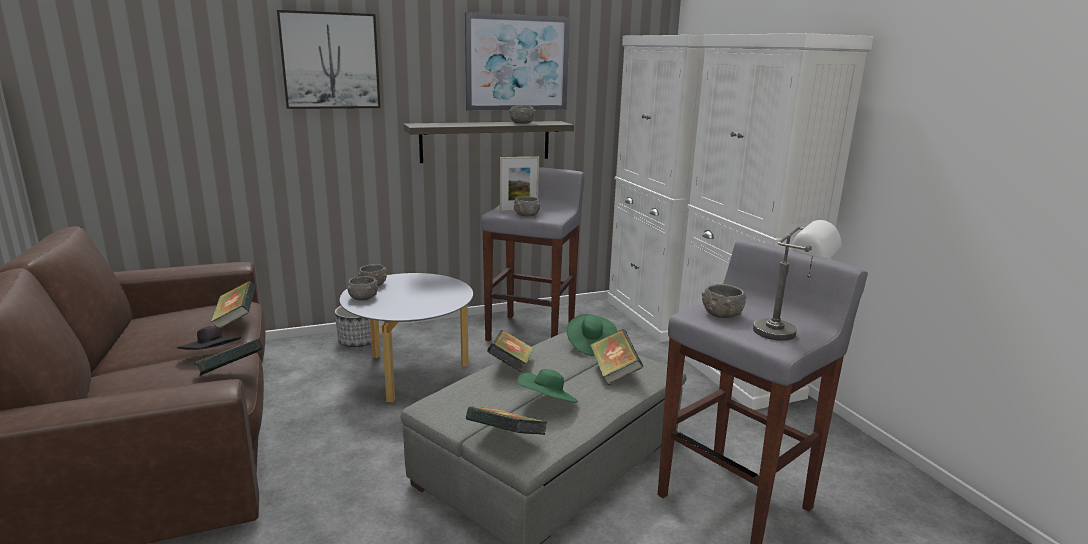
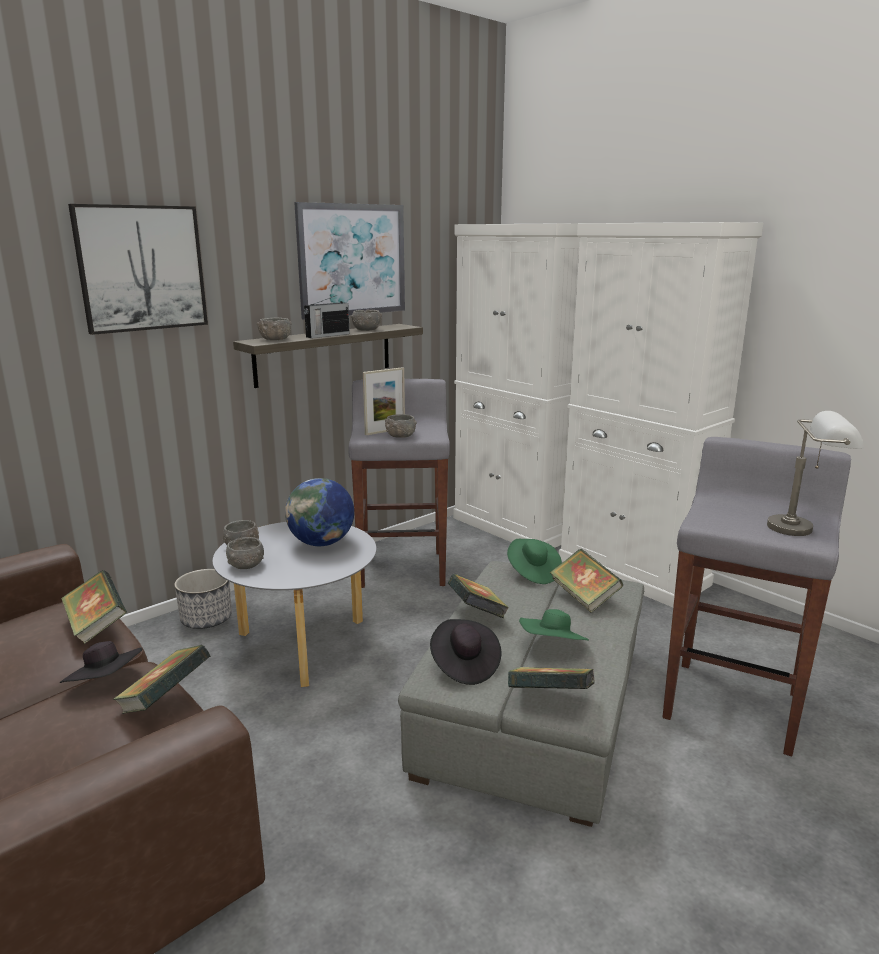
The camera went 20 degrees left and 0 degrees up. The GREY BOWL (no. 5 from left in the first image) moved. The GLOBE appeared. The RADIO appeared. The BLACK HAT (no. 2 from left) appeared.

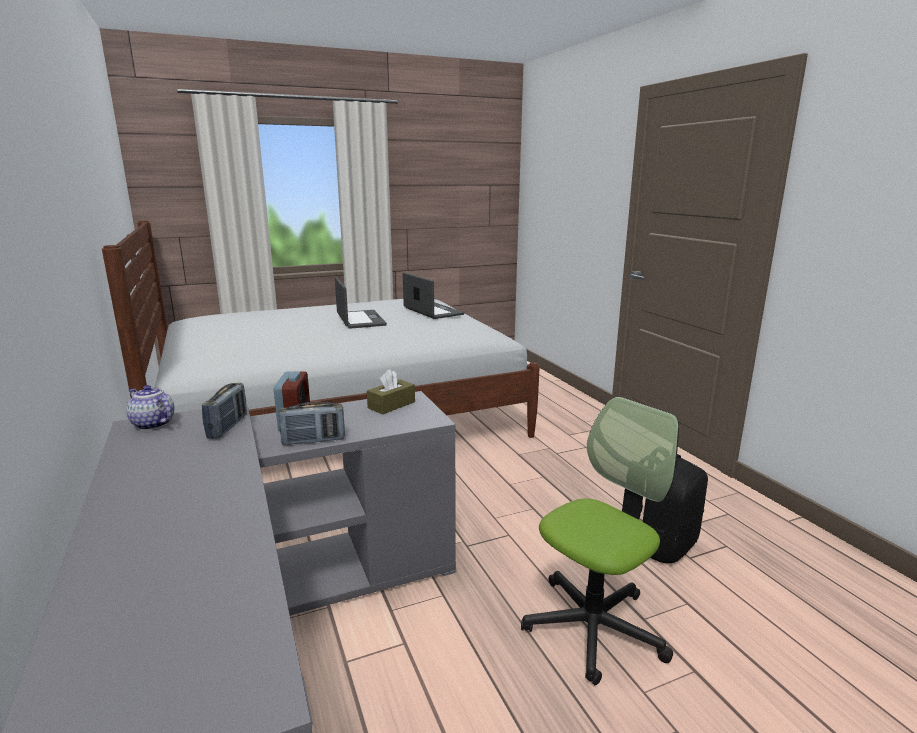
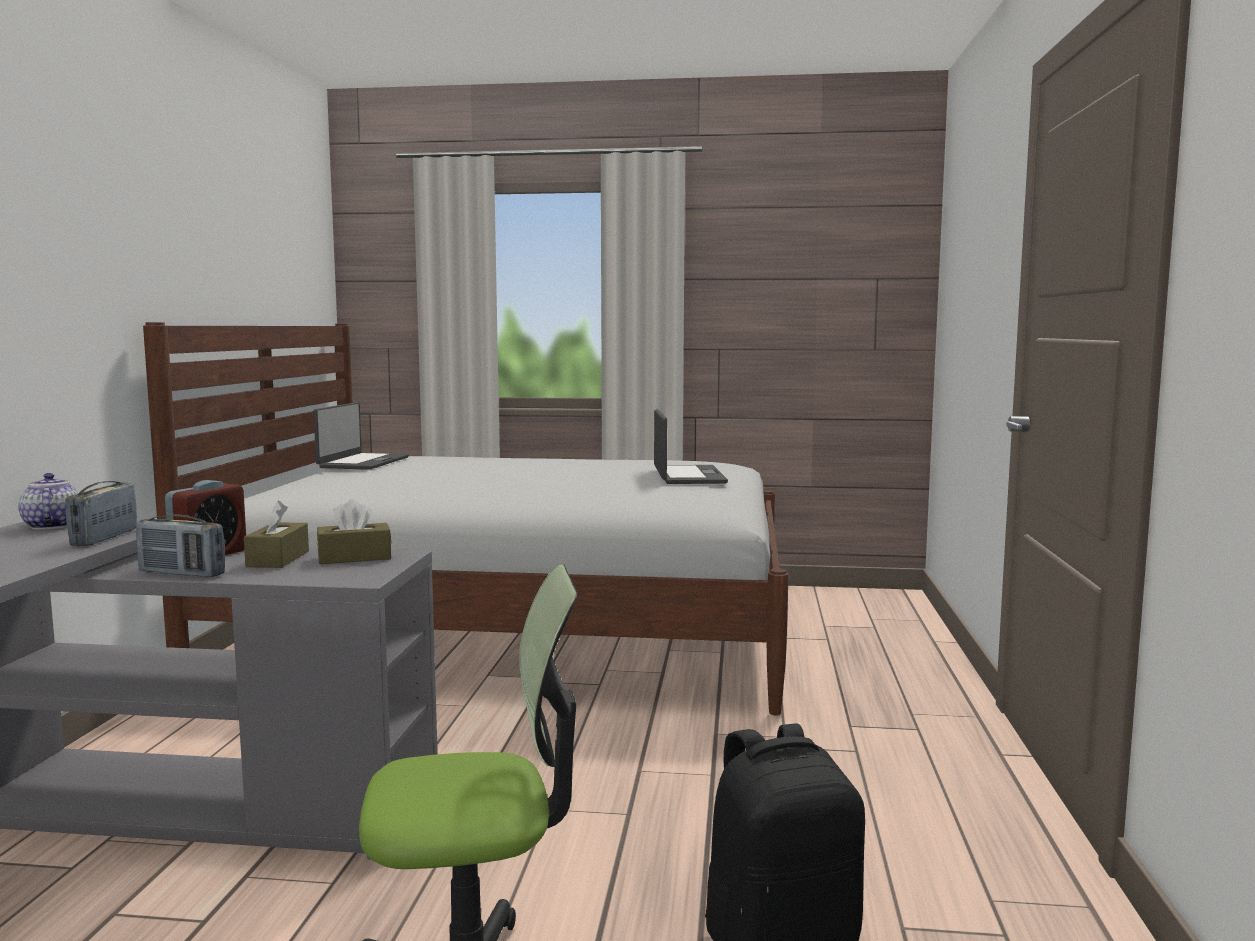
The camera went 30 degrees right and 10 degrees down. The RADIO (no. 1 from left) turned 150 degrees clockwise. The LAPTOP (no. 1 from left) moved. The BROWN TISSUE BOX (no. 1 from left) appeared.

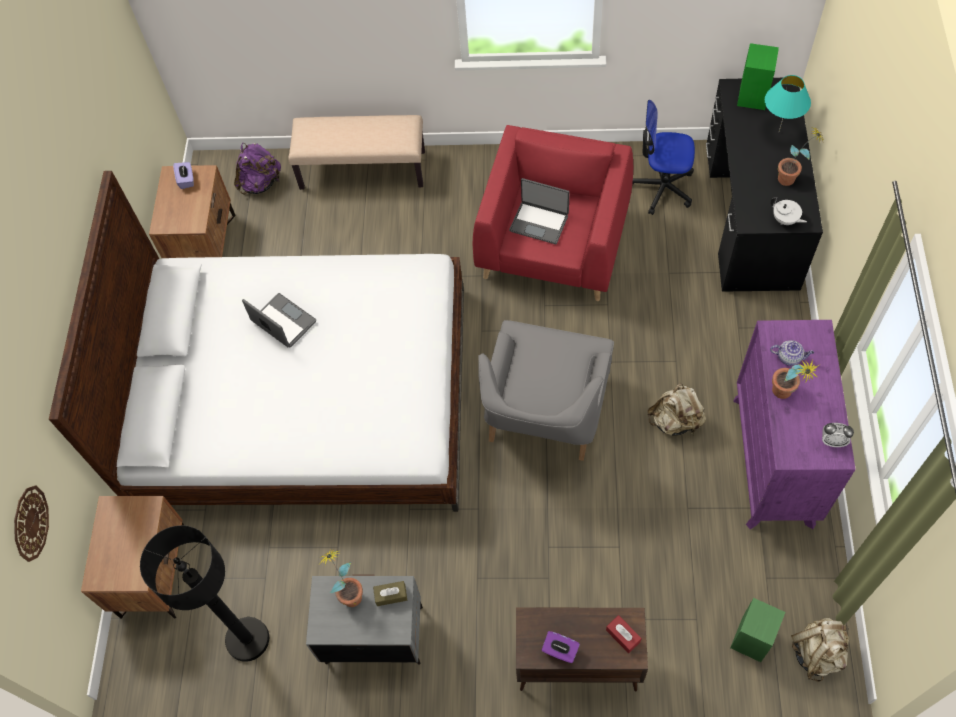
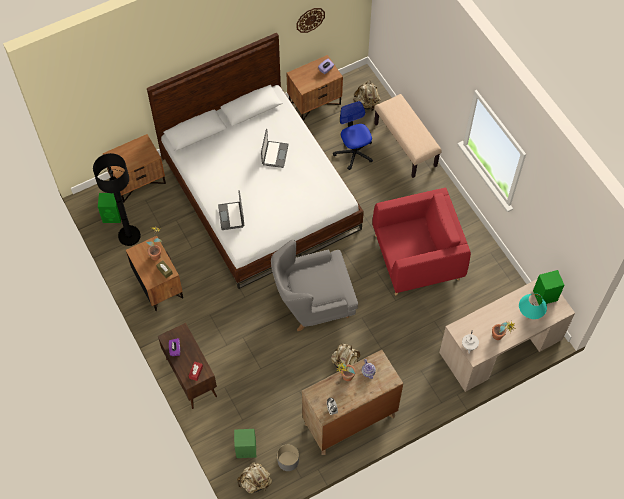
The camera went 55 degrees right and 0 degrees up. The WALL CLOCK moved. The PURPLE BACKPACK became the BEIGE BACKPACK (no. 3 from left). The GREY NIGHTSTAND became the BROWN NIGHTSTAND (no. 2 from left). The LAPTOP (no. 2 from left in the first image) moved. The OFFICE CHAIR moved. The BLACK DESK became the BEIGE DESK. The PURPLE DRESSER became the BROWN DRESSER. The GREEN SPEAKER (no. 1 from left) appeared. The GREY PLANTER appeared.

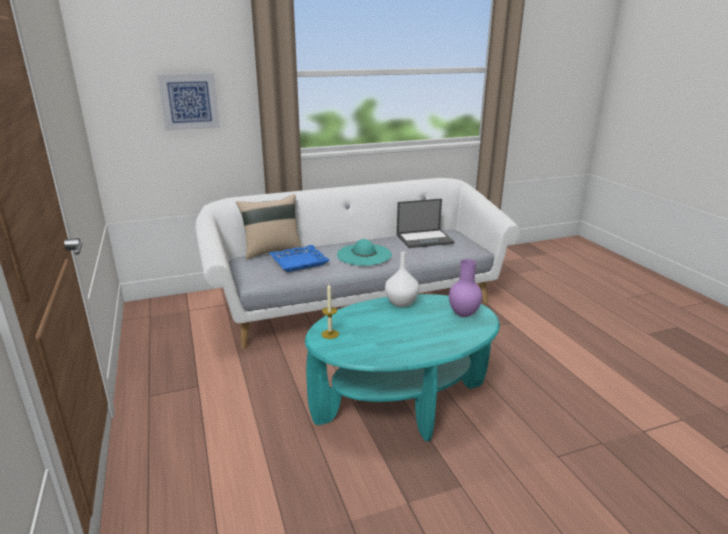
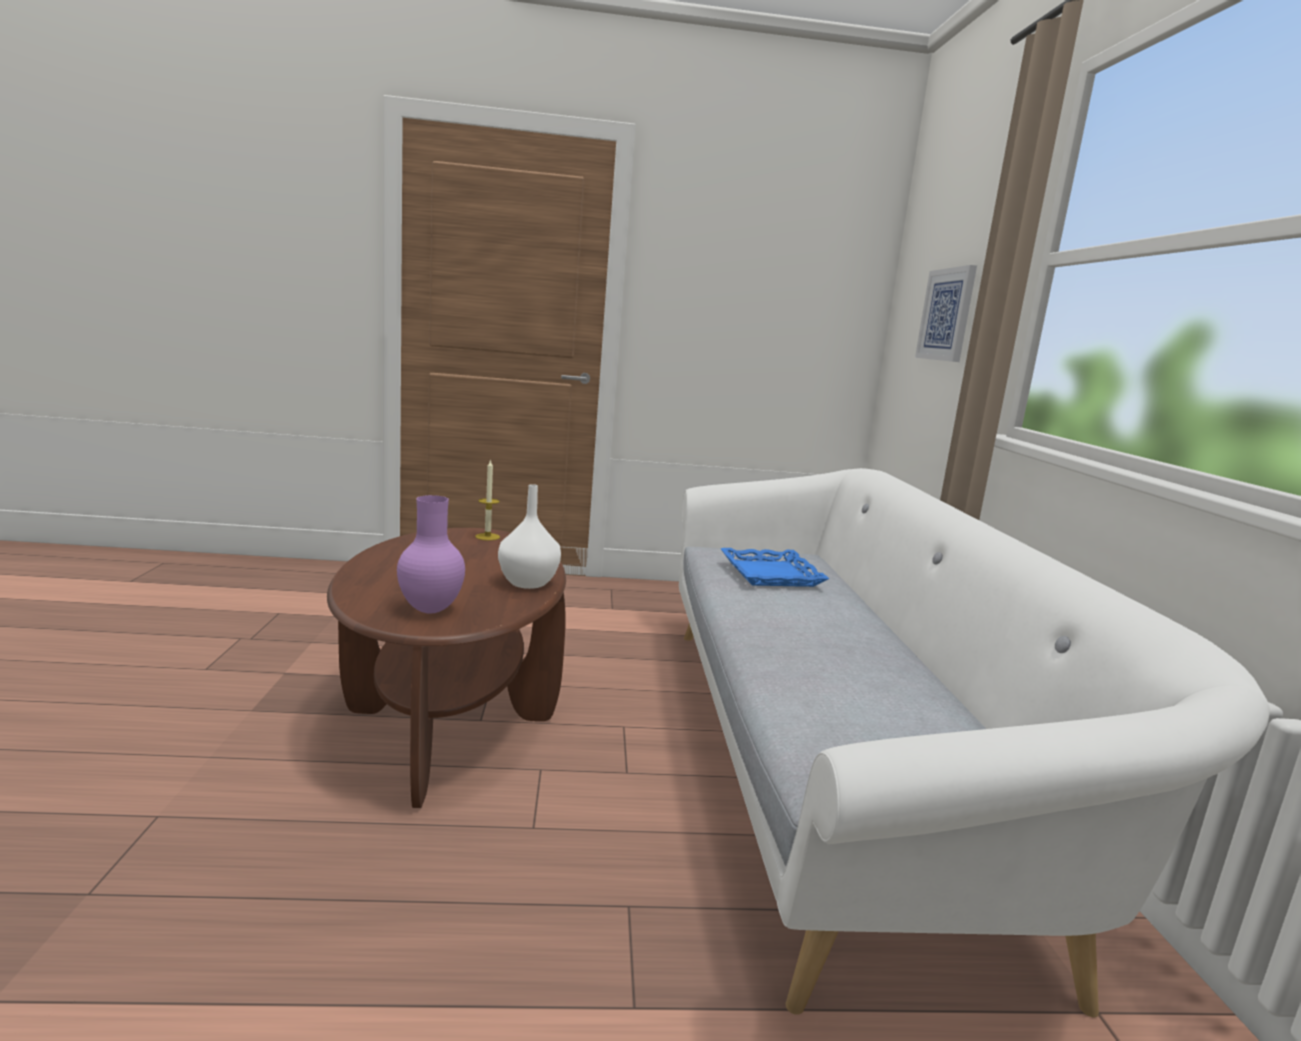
The camera went 105 degrees right and 10 degrees down. The BEIGE PILLOW disappeared. The TURQUOISE COFFEE TABLE became the BROWN COFFEE TABLE. The TURQUOISE HAT disappeared. The LAPTOP disappeared.

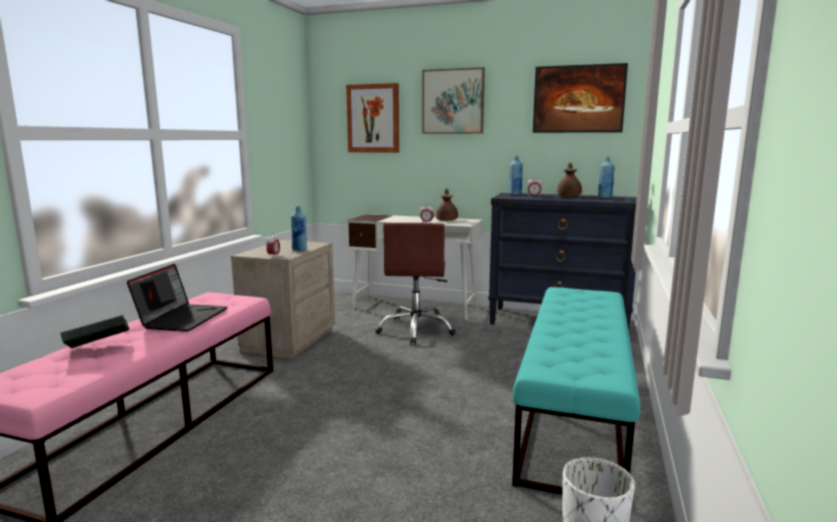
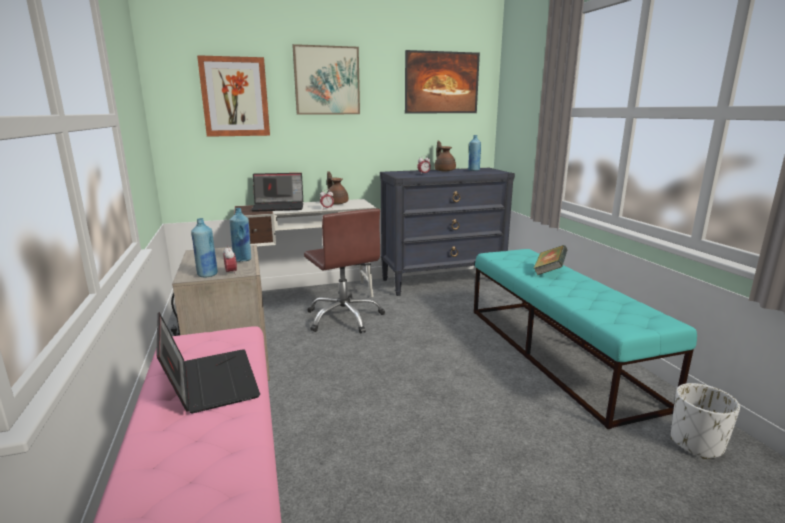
The camera went 35 degrees left and 5 degrees up. The BOOK moved. The BLUE BOTTLE (no. 2 from left in the first image) moved. The LAPTOP (no. 2 from left) appeared.

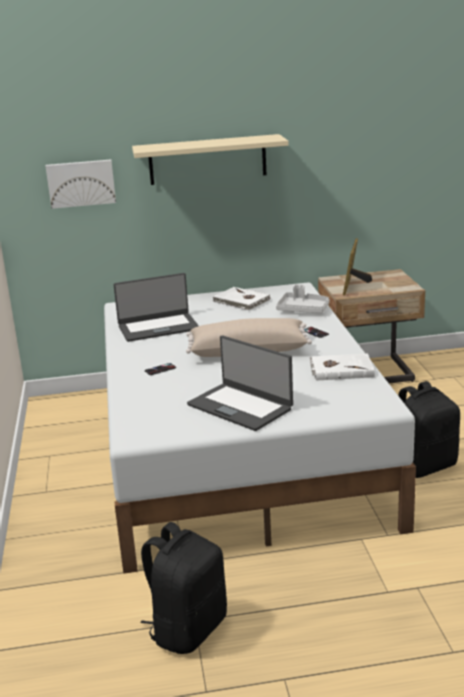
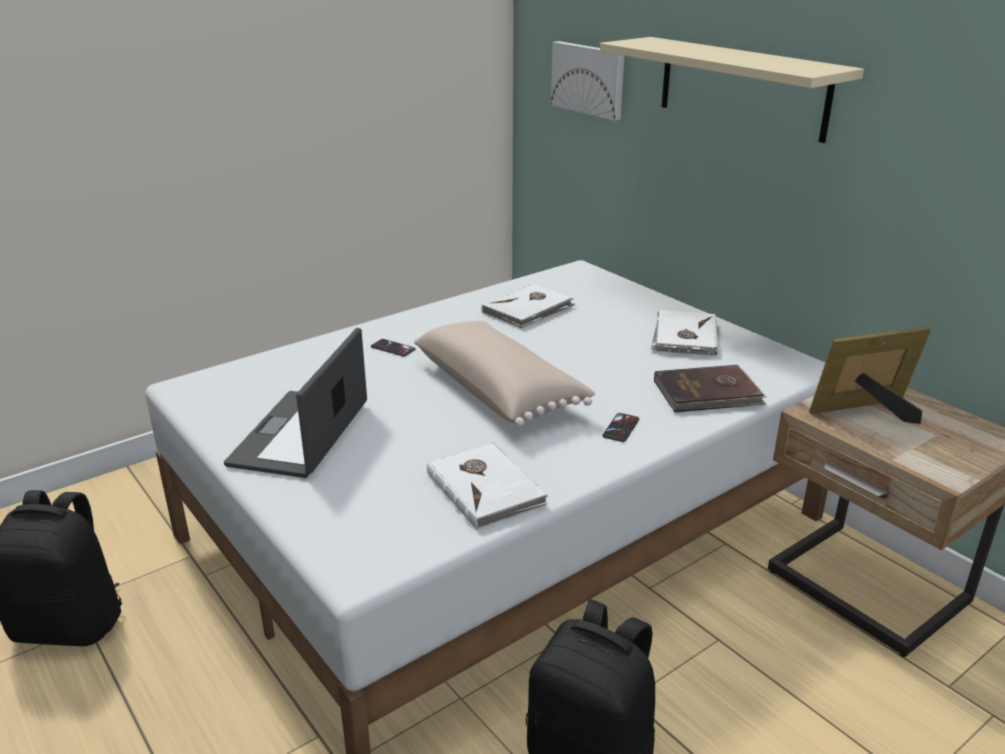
The camera went 60 degrees right and 5 degrees up. The LAPTOP (no. 1 from left) was replaced by the WHITE BOOK (no. 2 from left). The GREY TRAY was replaced by the BROWN BOOK.

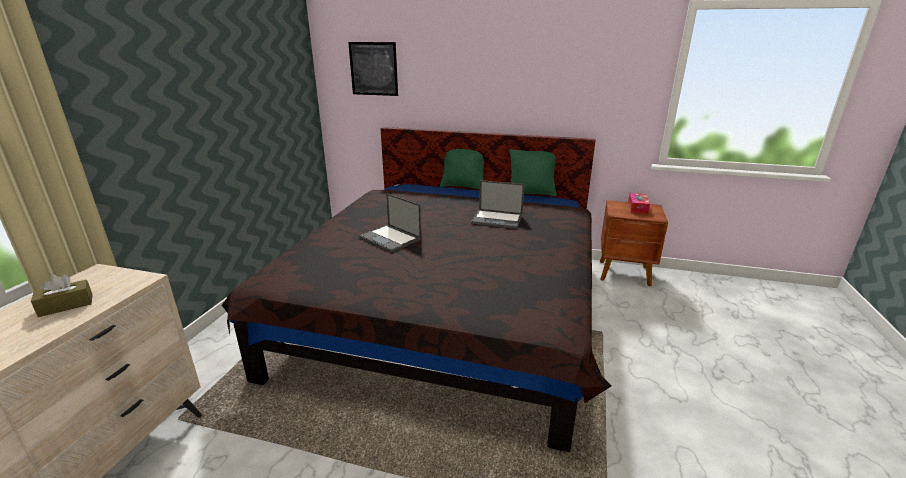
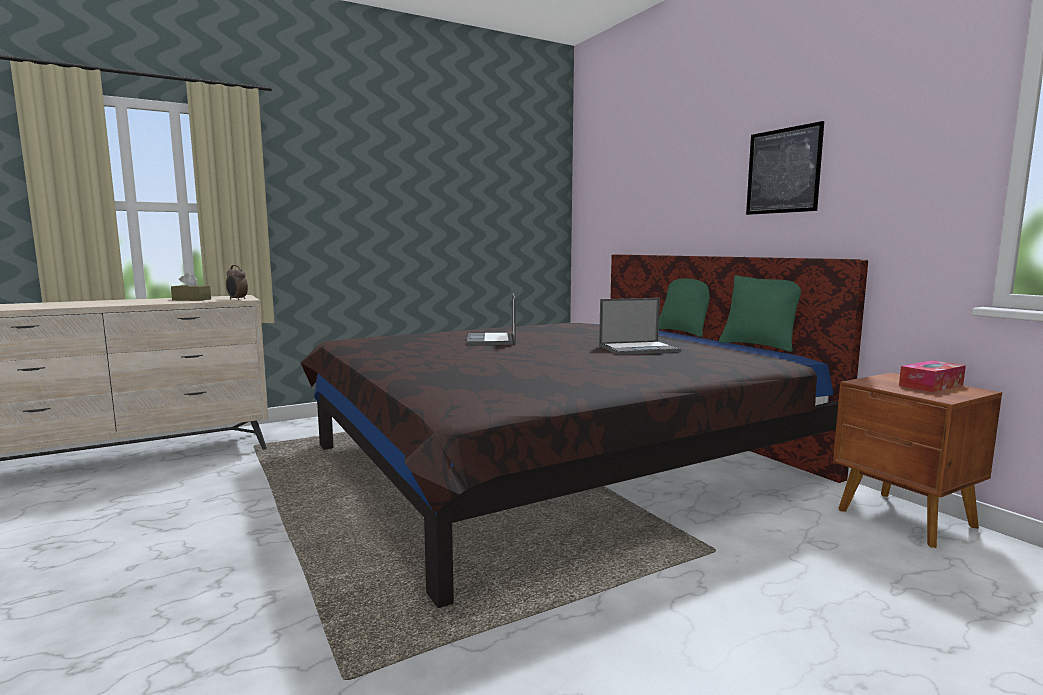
The camera went 45 degrees right and 15 degrees down. The PICTURE moved. The LAPTOP (no. 2 from left) turned 75 degrees counterclockwise. The ALARM CLOCK appeared.

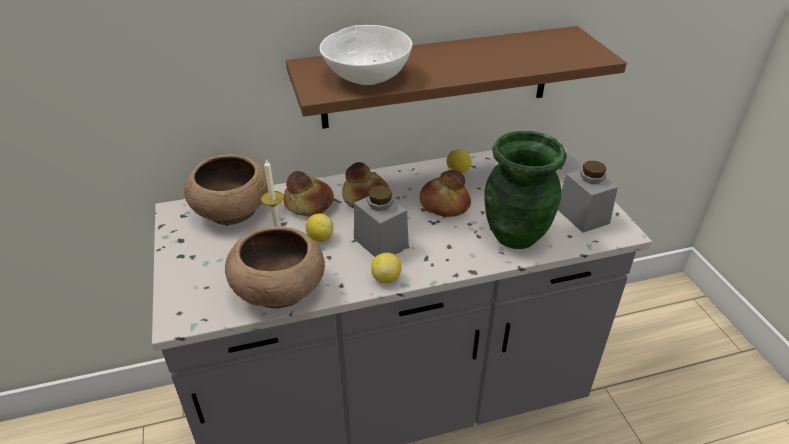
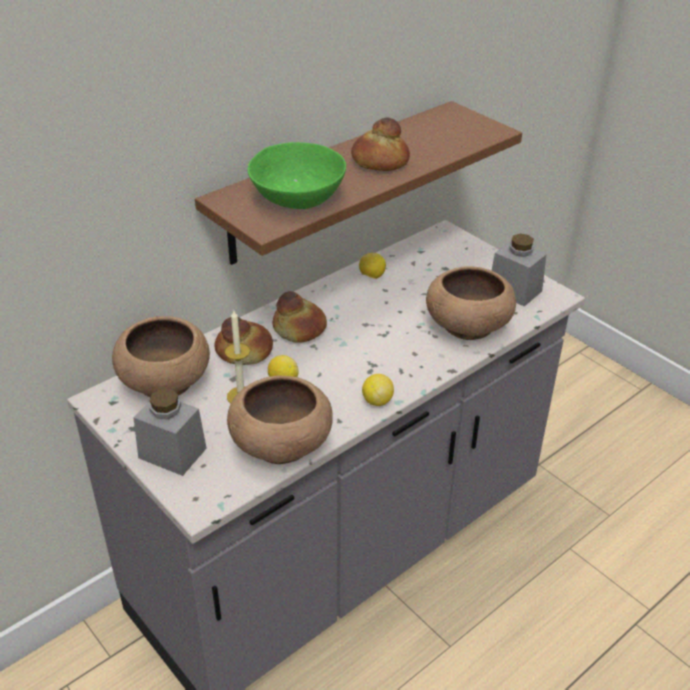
The camera went 25 degrees left and 0 degrees up. The WHITE BOWL became the GREEN BOWL. The GREY JAR (no. 1 from left) moved. The BREAD (no. 3 from left) moved. The GREEN VASE was replaced by the BROWN BOWL (no. 3 from left).

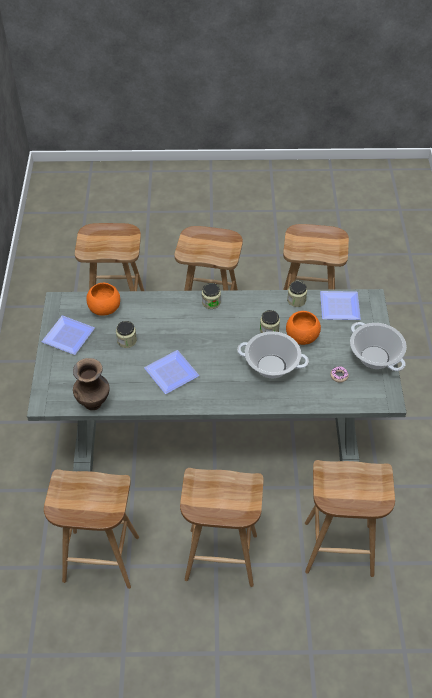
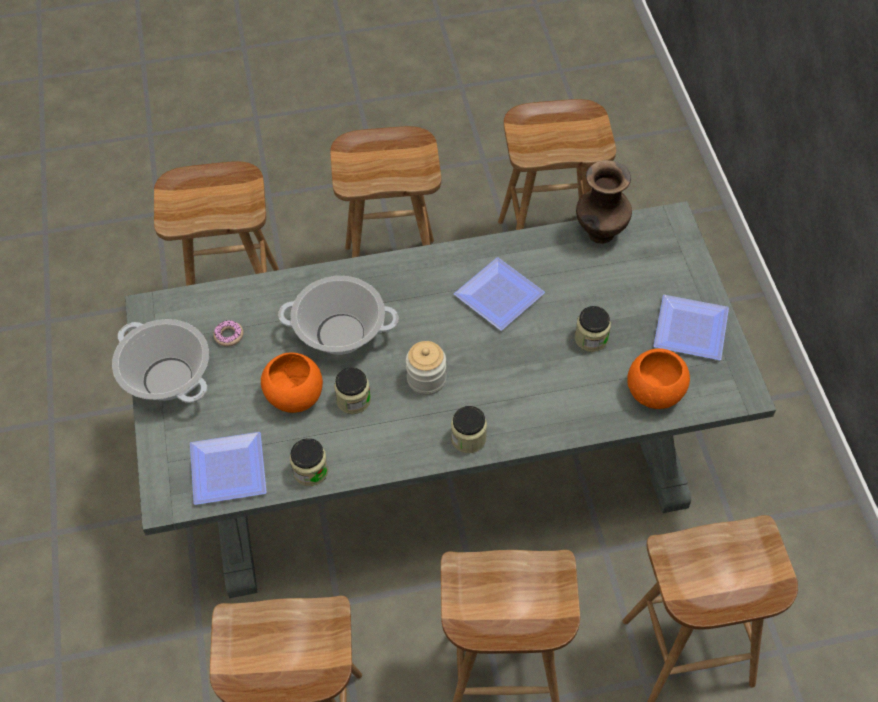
The camera went 170 degrees right and 5 degrees up. The JAR (no. 3 from left) appeared.

